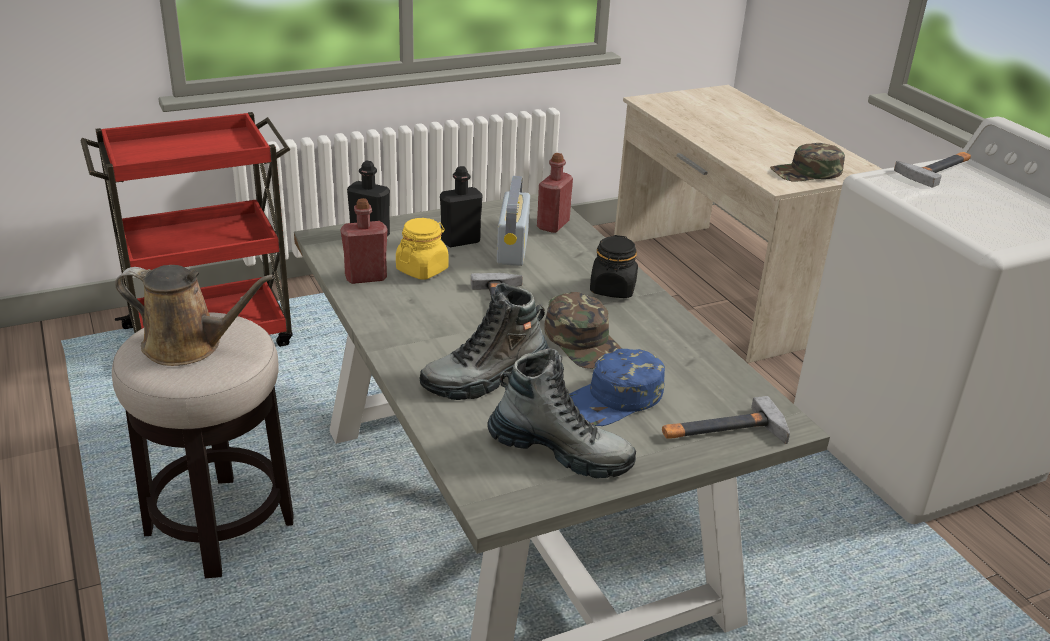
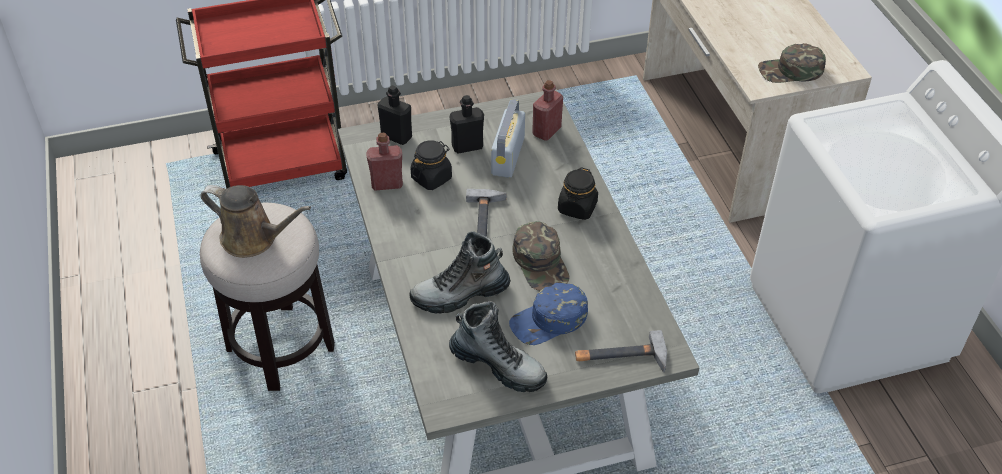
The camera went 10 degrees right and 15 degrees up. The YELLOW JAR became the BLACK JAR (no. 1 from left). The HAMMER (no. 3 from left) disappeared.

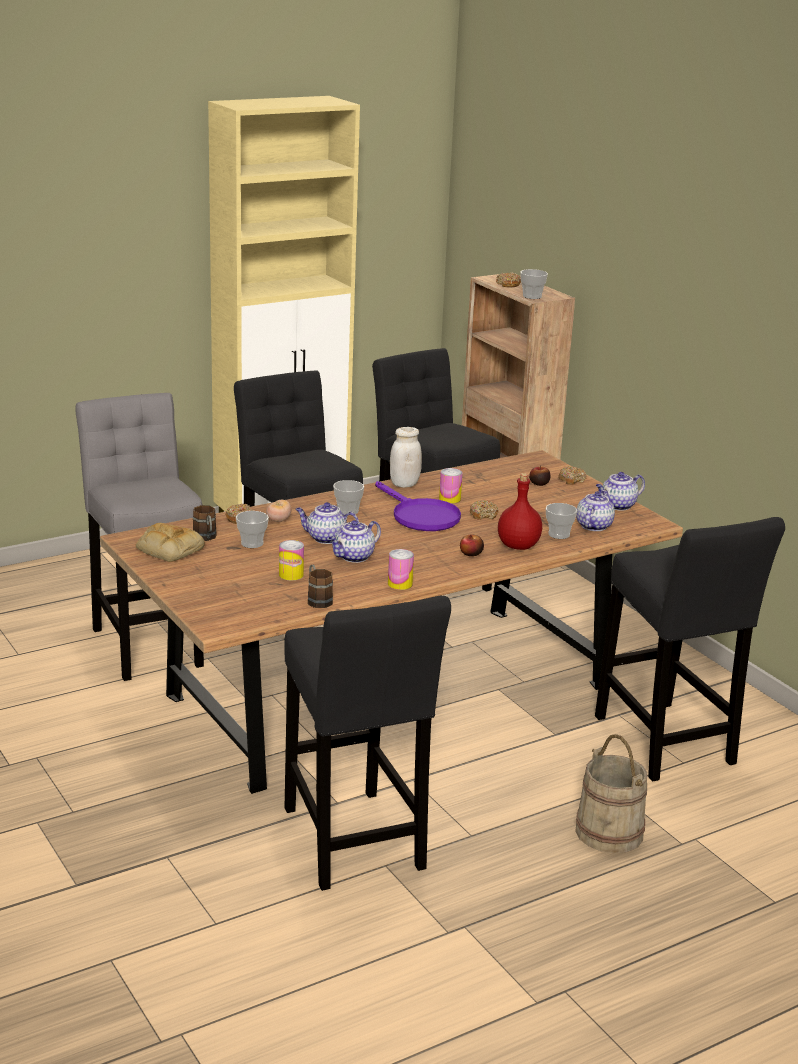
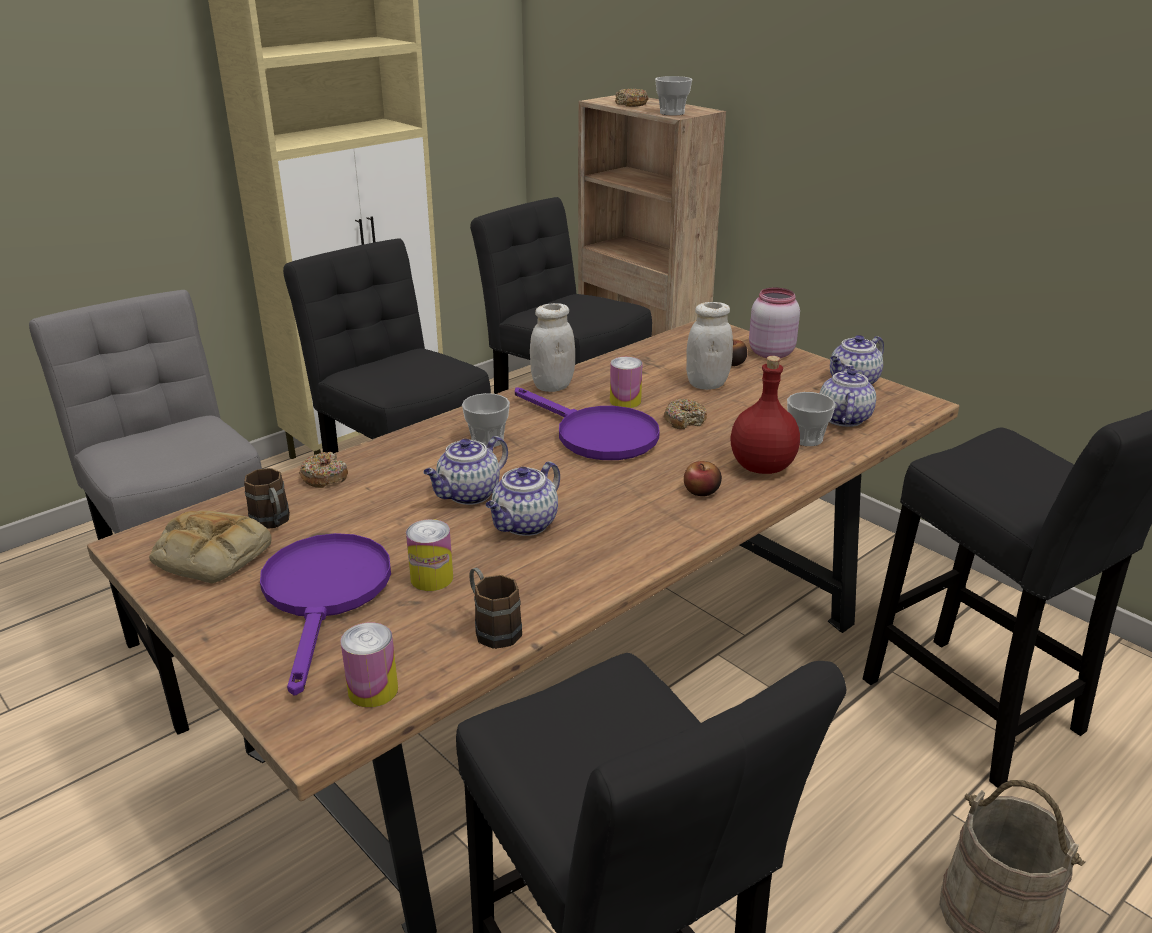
The camera went 10 degrees left and 5 degrees up. The CUP (no. 1 from left) disappeared. The TOMATO disappeared. The TEAPOT (no. 1 from left) turned 45 degrees counterclockwise. The CAN (no. 2 from left in the first image) moved. The DONUT (no. 4 from left) was replaced by the PINK JAR. The PURPLE FRYING PAN (no. 1 from left) appeared. The WHITE JAR (no. 2 from left) appeared.

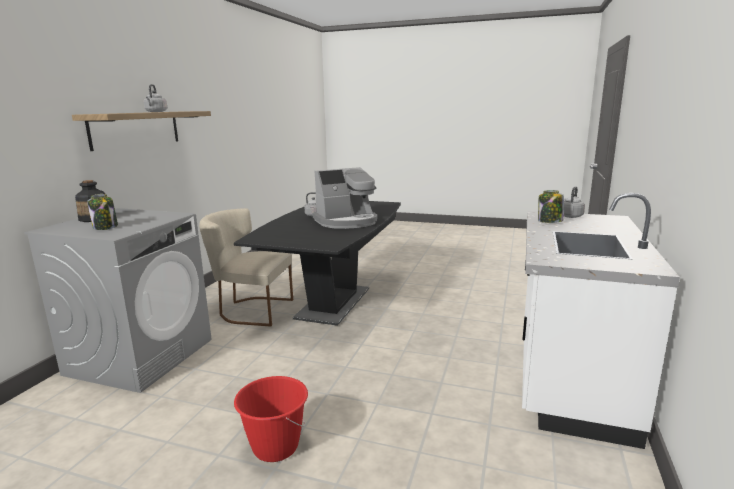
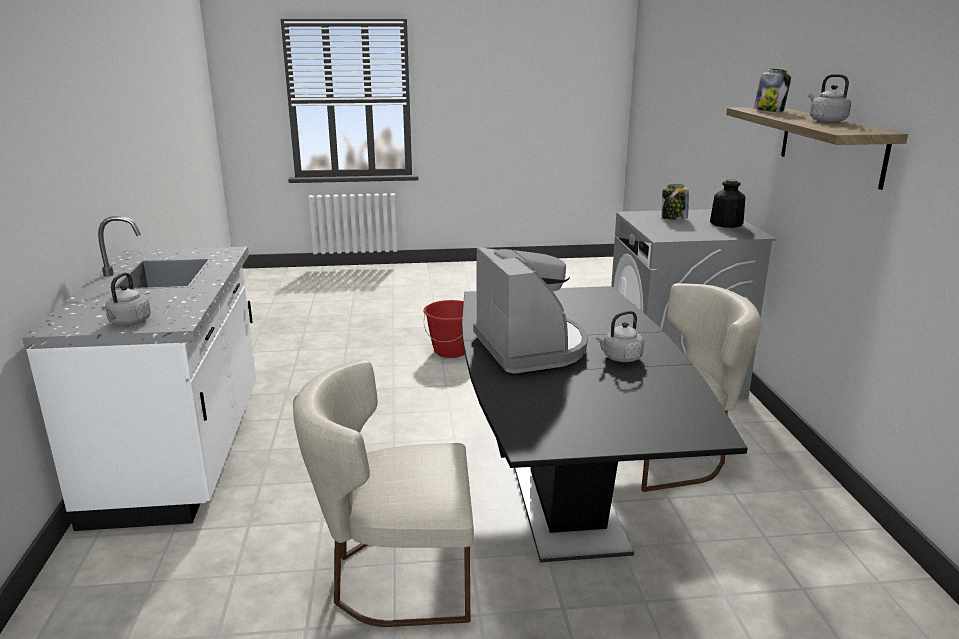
The camera went 155 degrees right and 5 degrees up. The COFFEE MACHINE turned 120 degrees clockwise. The JAR (no. 2 from left) moved. The BEIGE CHAIR (no. 1 from left) appeared.

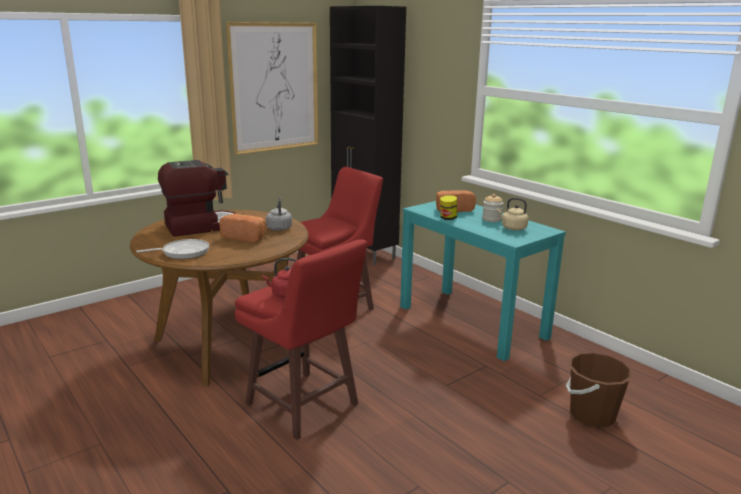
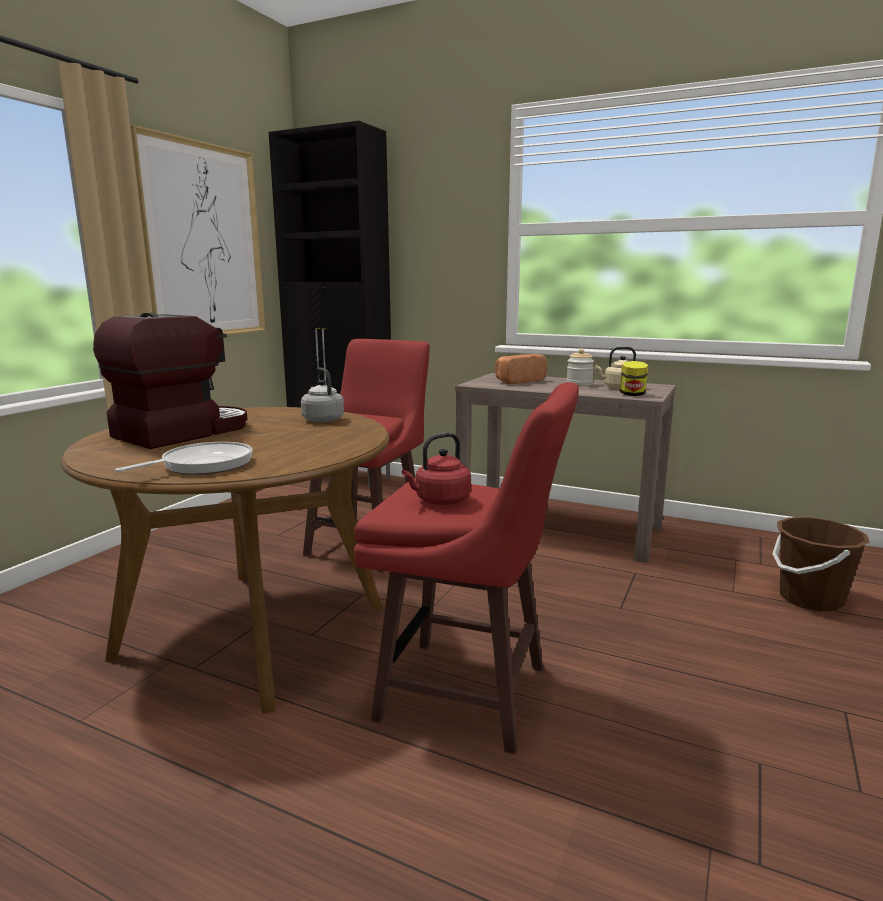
The camera went 25 degrees left and 5 degrees down. The BREAD (no. 1 from left) disappeared. The TURQUOISE CONSOLE TABLE became the BROWN CONSOLE TABLE. The JAR (no. 1 from left in the first image) moved.

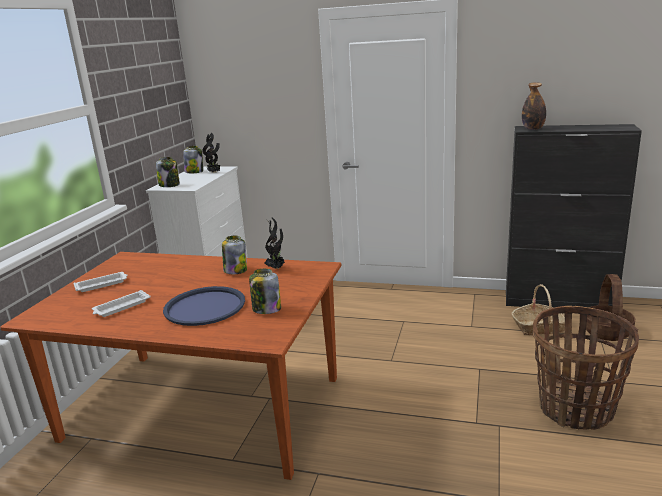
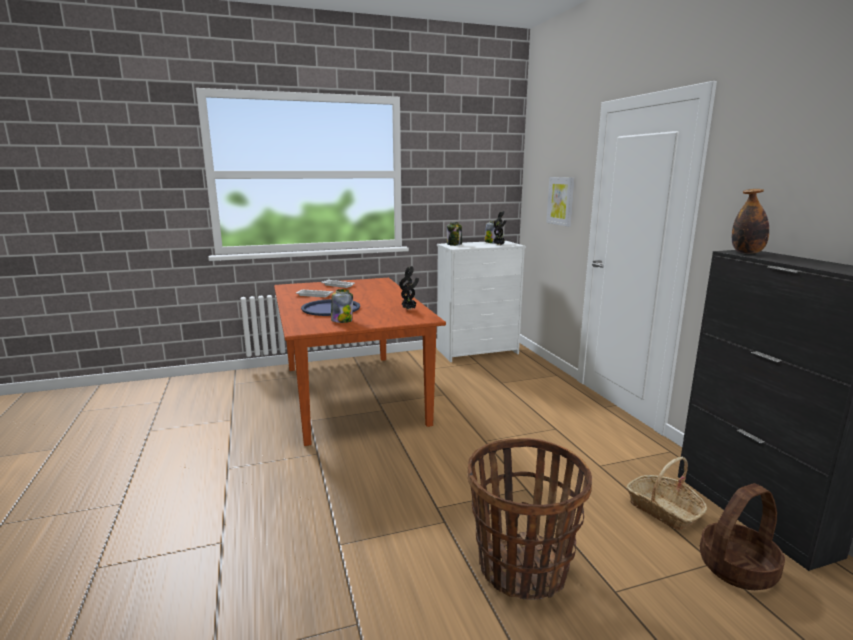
The camera went 55 degrees right and 5 degrees down. The JAR (no. 3 from left) disappeared. The PICTURE appeared.

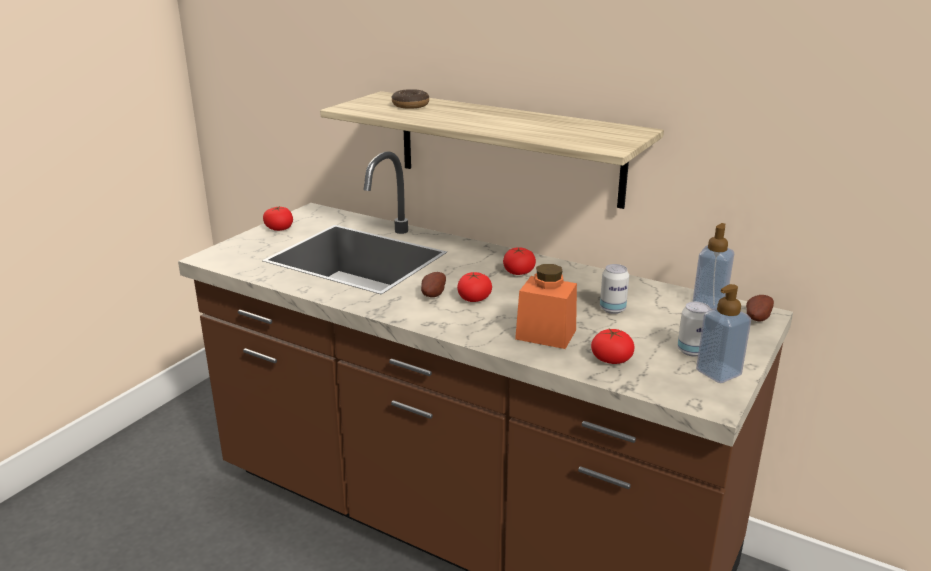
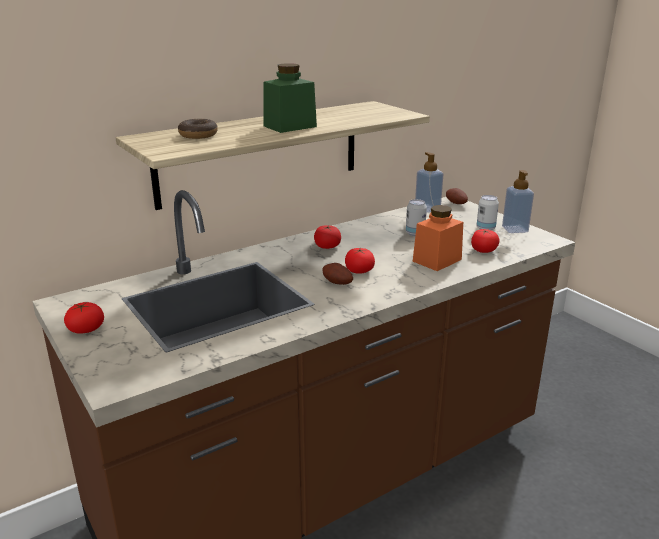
The camera went 65 degrees left and 0 degrees up. The GREEN JAR appeared.

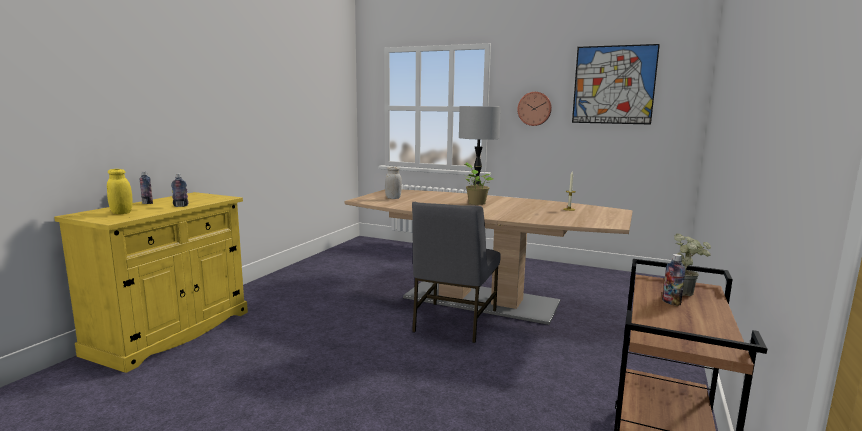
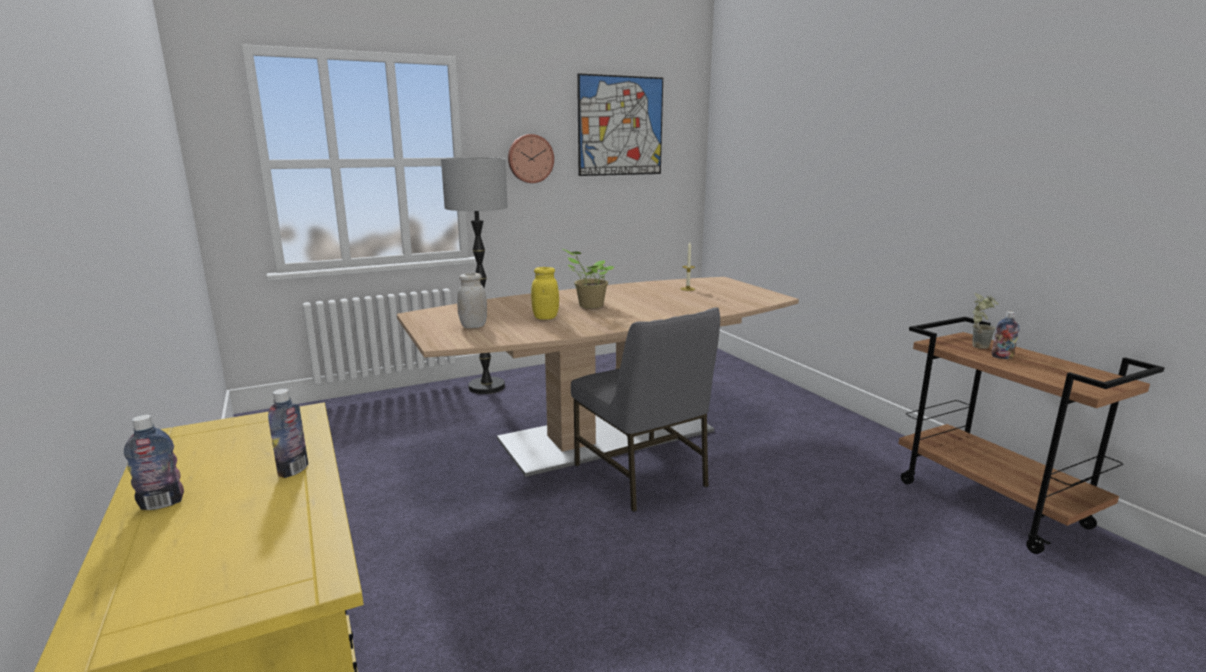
The camera went 50 degrees left and 5 degrees up. The YELLOW JAR moved.

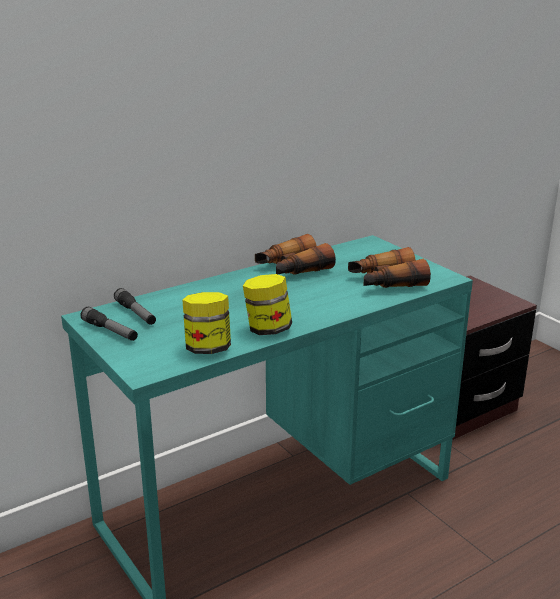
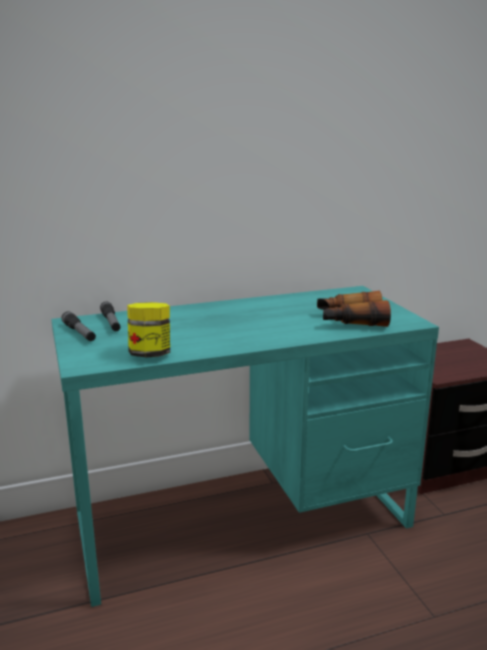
The camera went 15 degrees right and 5 degrees down. The JAR (no. 2 from left) disappeared. The BINOCULARS (no. 1 from left) disappeared.

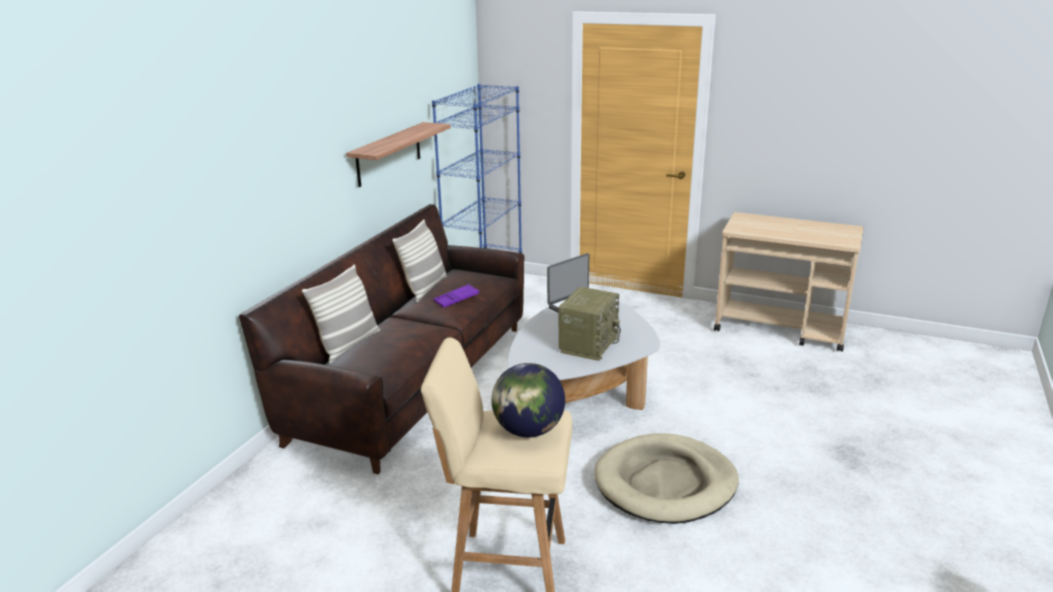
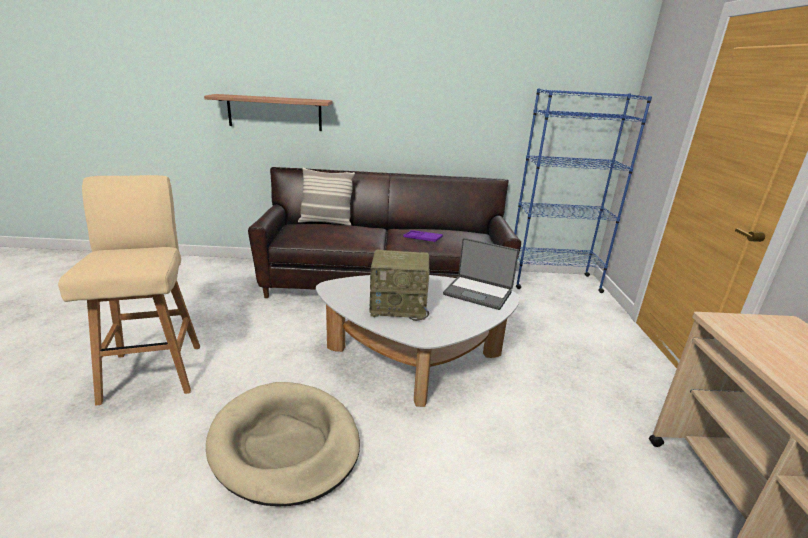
The camera went 65 degrees right and 0 degrees up. The SHELF moved. The PILLOW (no. 2 from left) disappeared. The GLOBE disappeared.

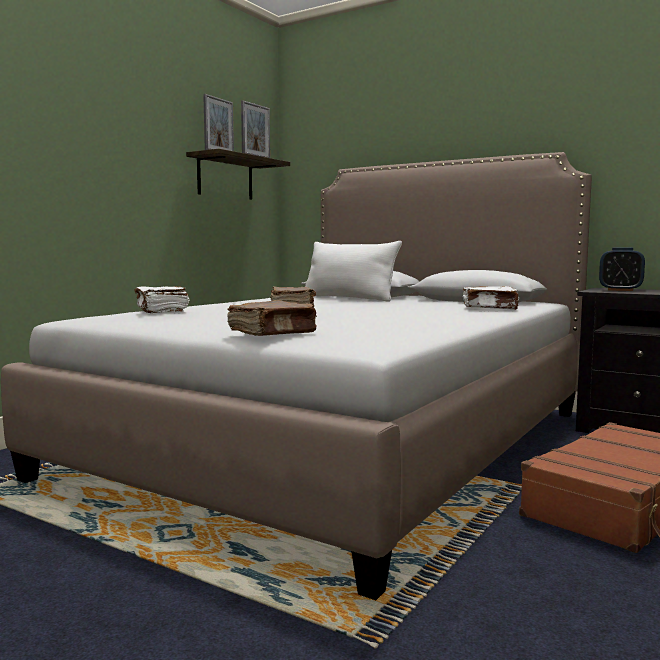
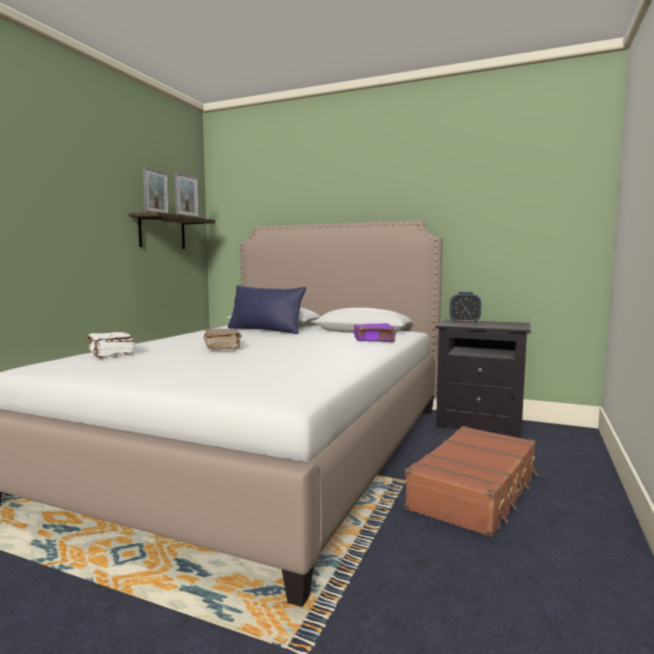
The camera went 10 degrees left and 0 degrees up. The BROWN BOOK (no. 1 from left) disappeared. The WHITE PILLOW became the BLUE PILLOW. The WHITE BOOK (no. 2 from left) became the PURPLE BOOK.

